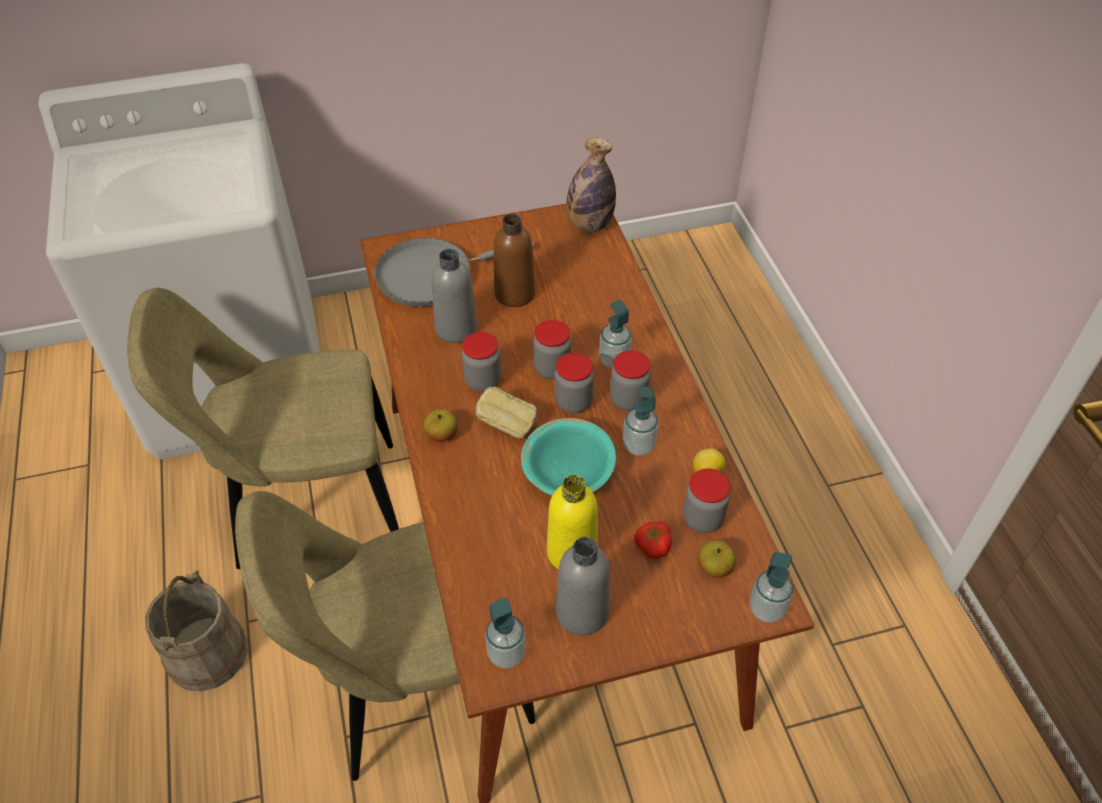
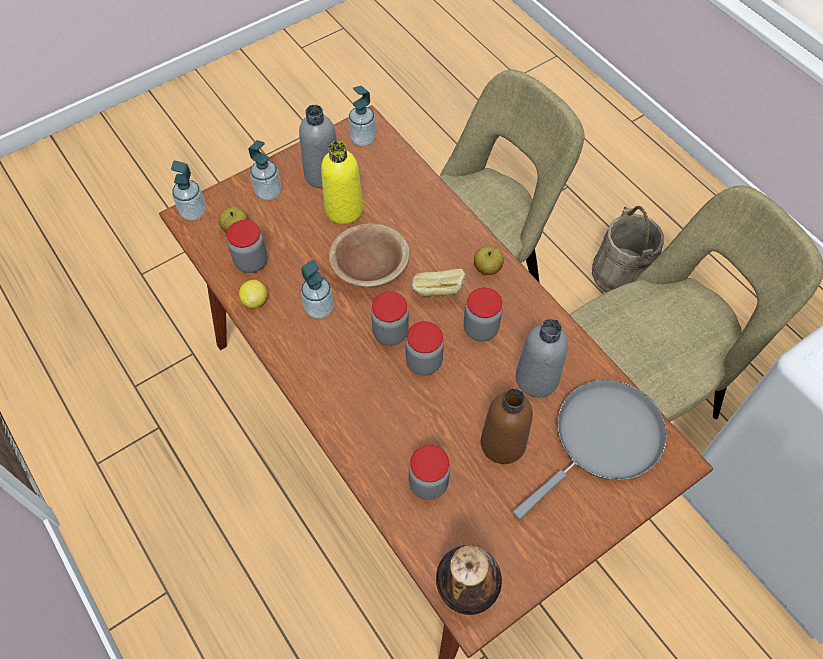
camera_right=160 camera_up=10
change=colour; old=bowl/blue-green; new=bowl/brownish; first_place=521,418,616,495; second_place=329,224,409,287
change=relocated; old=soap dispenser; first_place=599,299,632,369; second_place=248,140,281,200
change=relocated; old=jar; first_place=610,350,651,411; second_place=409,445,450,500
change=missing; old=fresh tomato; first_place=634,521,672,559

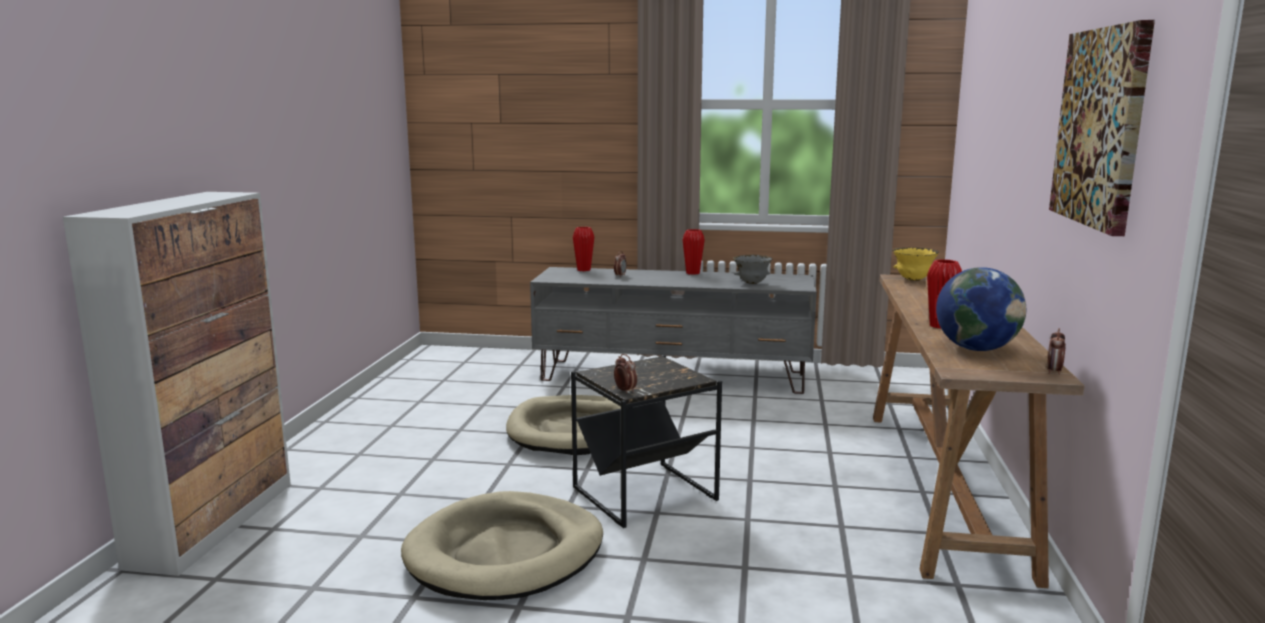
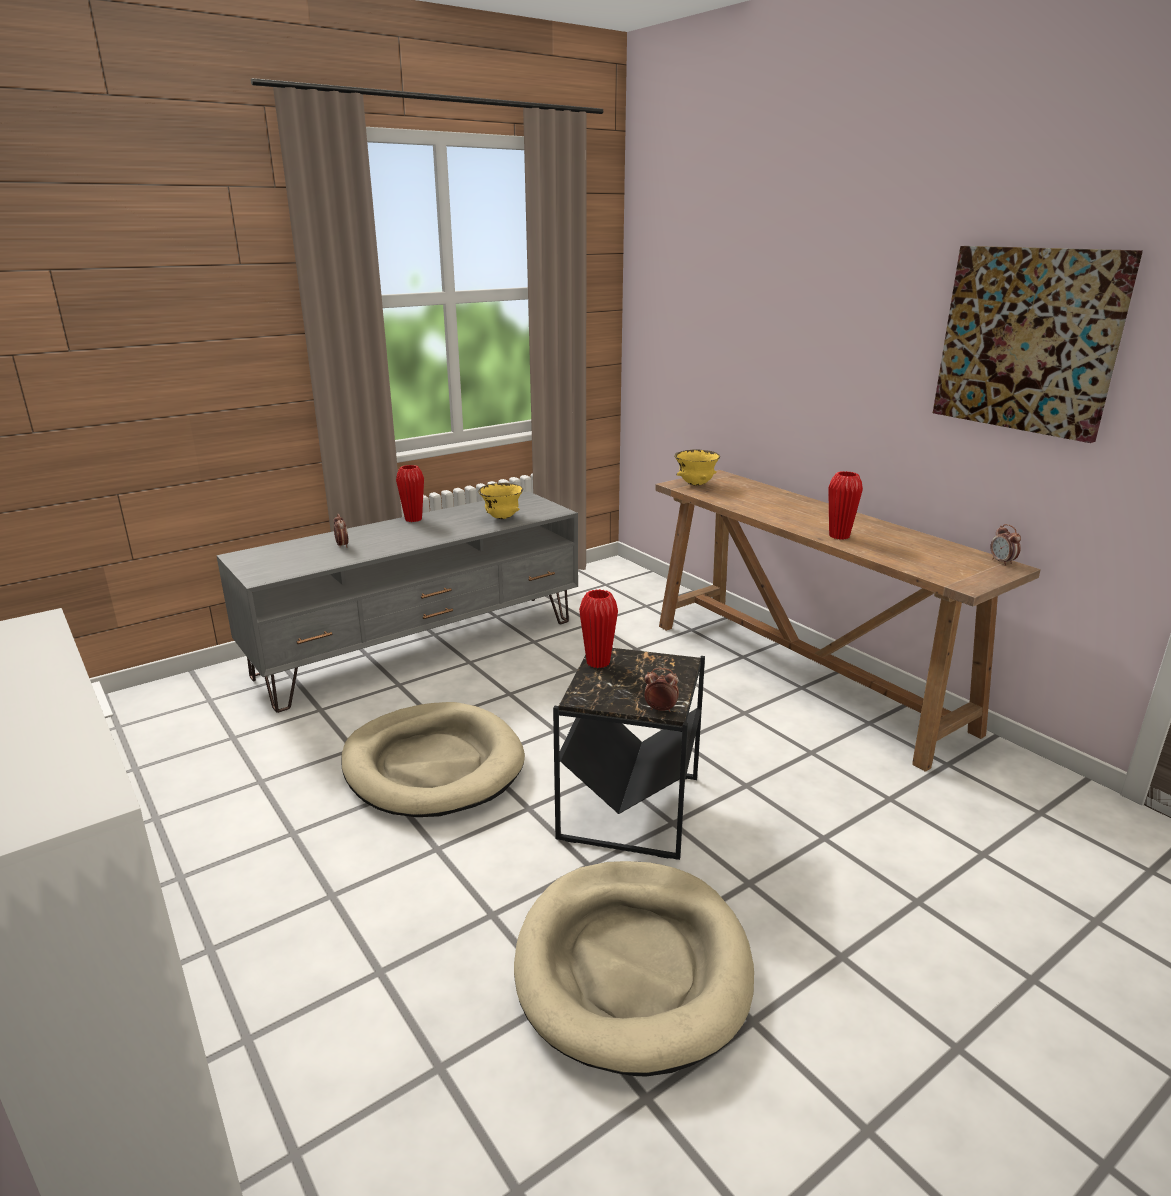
camera_right=-45 camera_up=10
change=relocated; old=vase/red-coloured; first_place=573,227,594,271; second_place=579,589,618,668
change=colour; old=bowl/greyish; new=bowl/yellow-coloured; first_place=733,255,772,284; second_place=478,483,523,519
change=missing; old=desk globe; first_place=936,267,1026,351

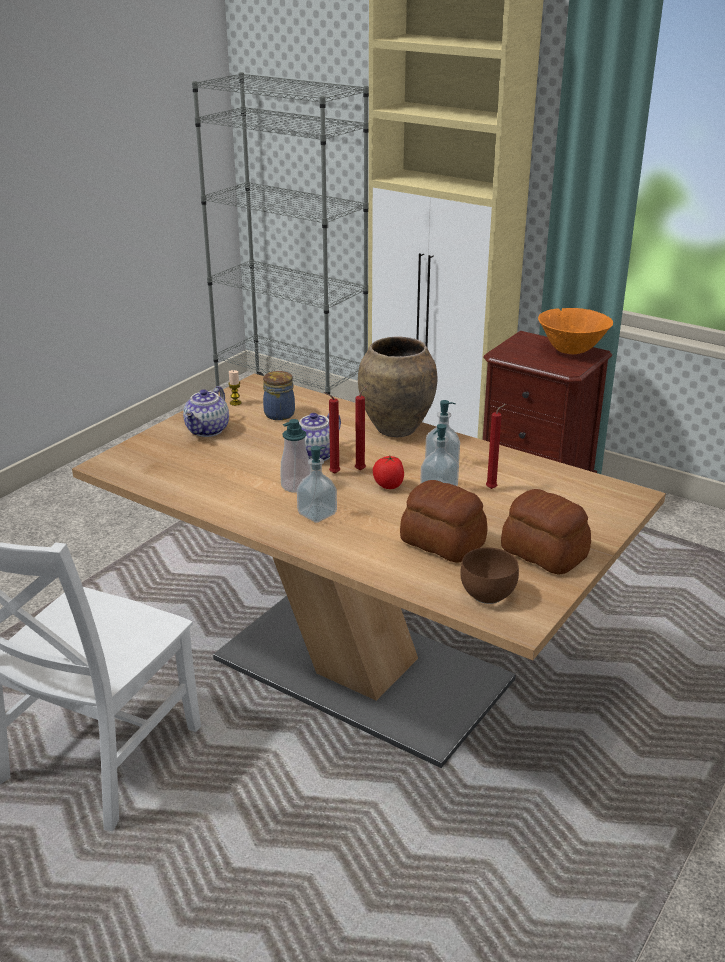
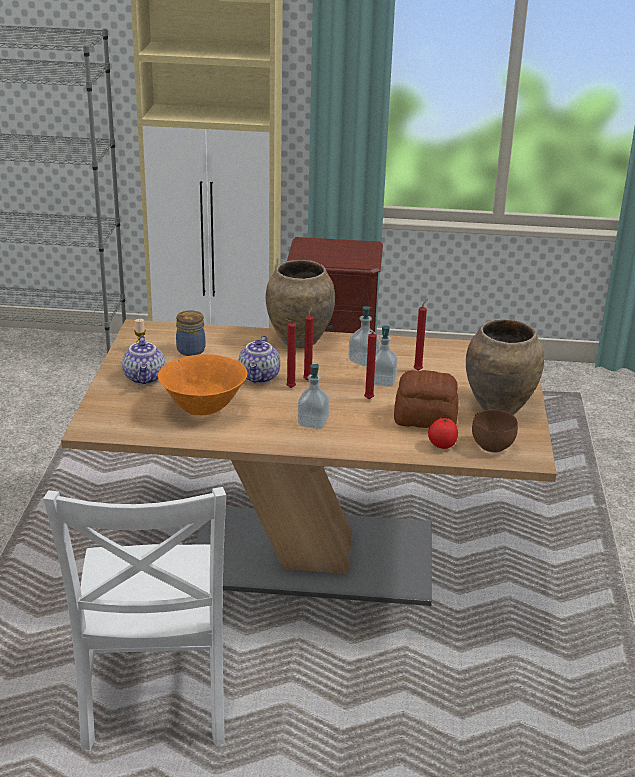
camera_right=-30 camera_up=0
change=missing; old=soap dispenser; first_place=280,419,311,493
change=relocated; old=fresh tomato; first_place=373,456,404,489; second_place=428,418,458,449
change=exchanged; old=bakery bread; new=vase/brownish; first_place=501,489,591,575; second_place=466,319,544,415
change=relocated; old=bowl/orange-coloured; first_place=538,308,613,354; second_place=158,354,248,415
change=appeared; new=wax light/red-coloured; second_place=364,331,377,399

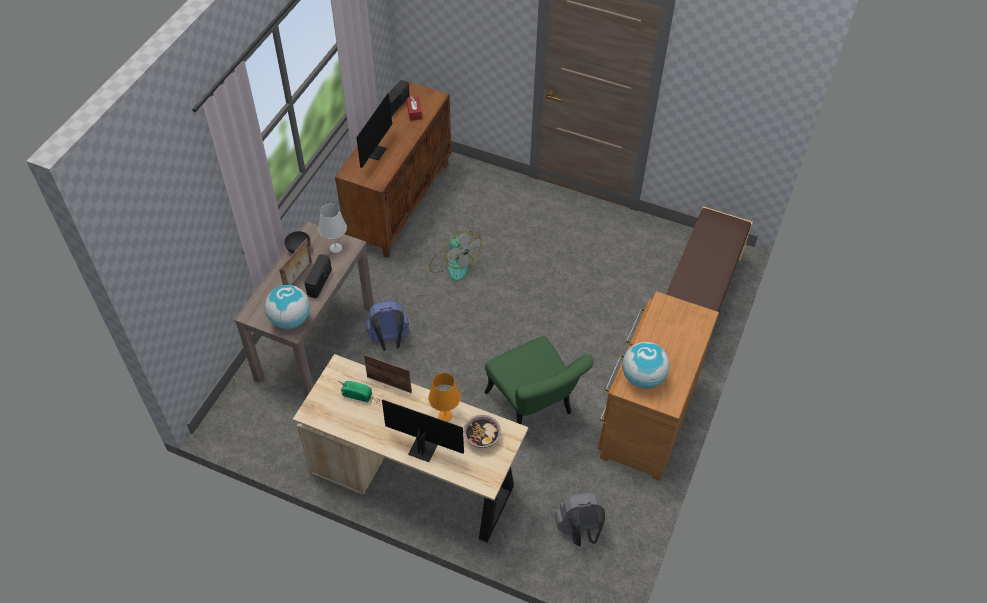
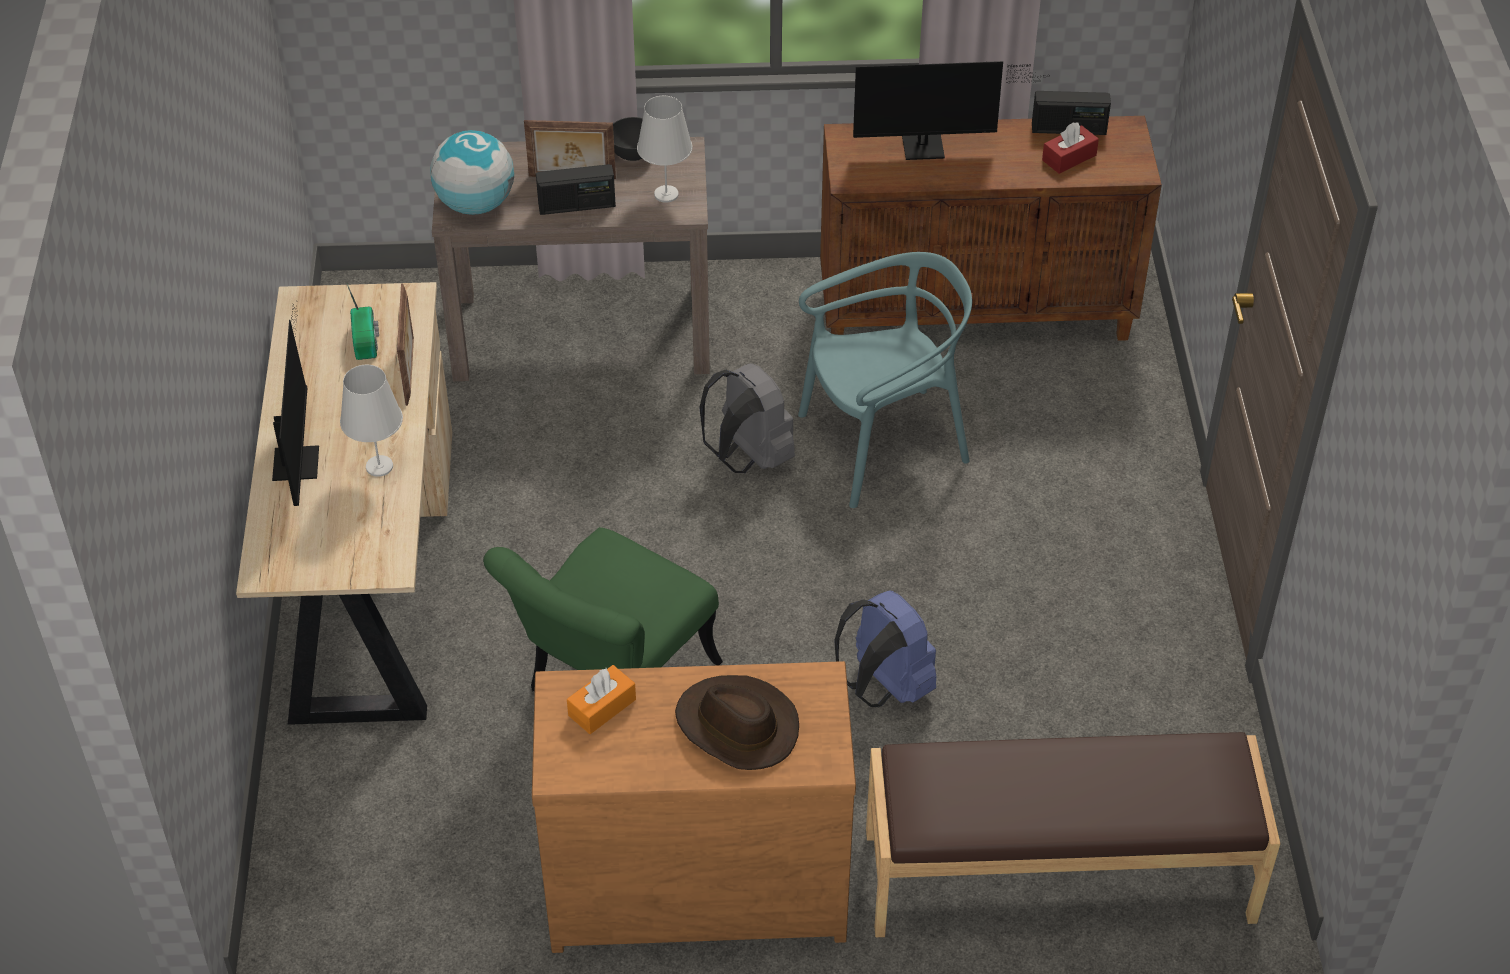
camera_right=65 camera_up=-5
change=relocated; old=backpack/bluish; first_place=366,301,409,351; second_place=834,590,936,707
change=colour; old=table lamp/orange-coloured; new=table lamp/white-coloured; first_place=428,373,460,422; second_place=340,365,403,477
change=exchanged; old=cooling fan; new=upright chair/blue-green; first_place=429,231,482,281; second_place=798,252,972,508
change=missing; old=bowl; first_place=463,415,501,448
change=relocated; old=backpack/greyish; first_place=555,492,605,546; second_place=699,363,795,473
change=exchanged; old=desk globe; new=tissue box/orange-coloured; first_place=622,342,670,389; second_place=567,665,636,734
change=appeared; new=hat/brownish; second_place=675,675,799,770

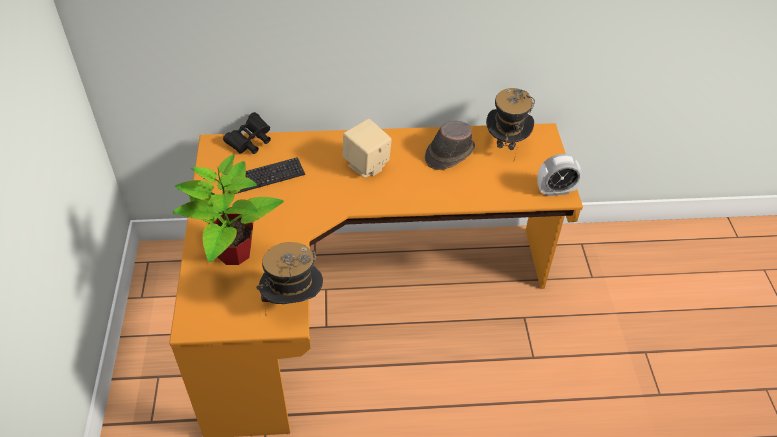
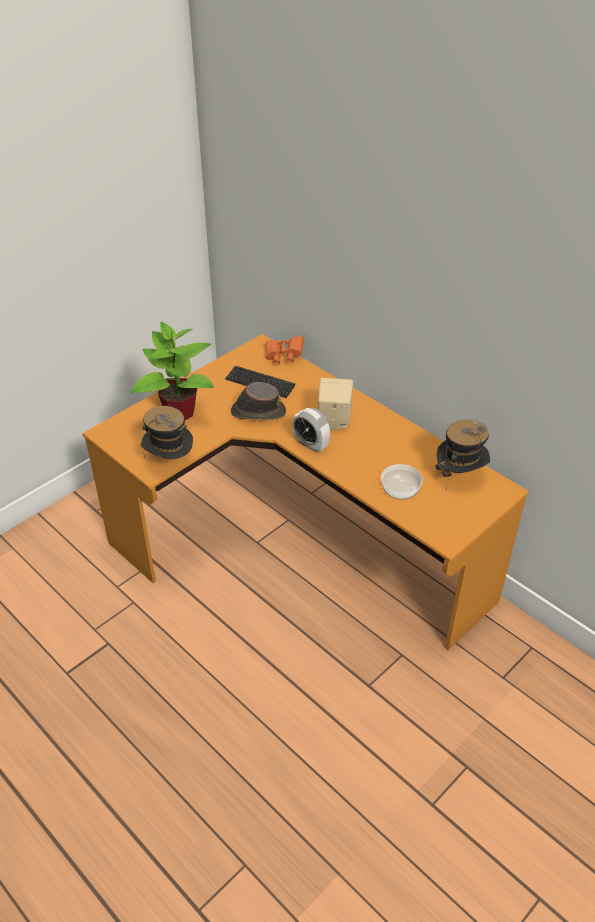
camera_right=50 camera_up=-5
change=colour; old=field glasses/blackish; new=field glasses/orange-coloured; first_place=223,112,271,154; second_place=265,336,304,365
change=relocated; old=hat/brownish; first_place=425,121,475,170; second_place=231,382,286,420
change=relocated; old=bedside clock; first_place=537,154,582,196; second_place=293,408,330,452
change=appeared; new=bowl; second_place=381,464,423,499

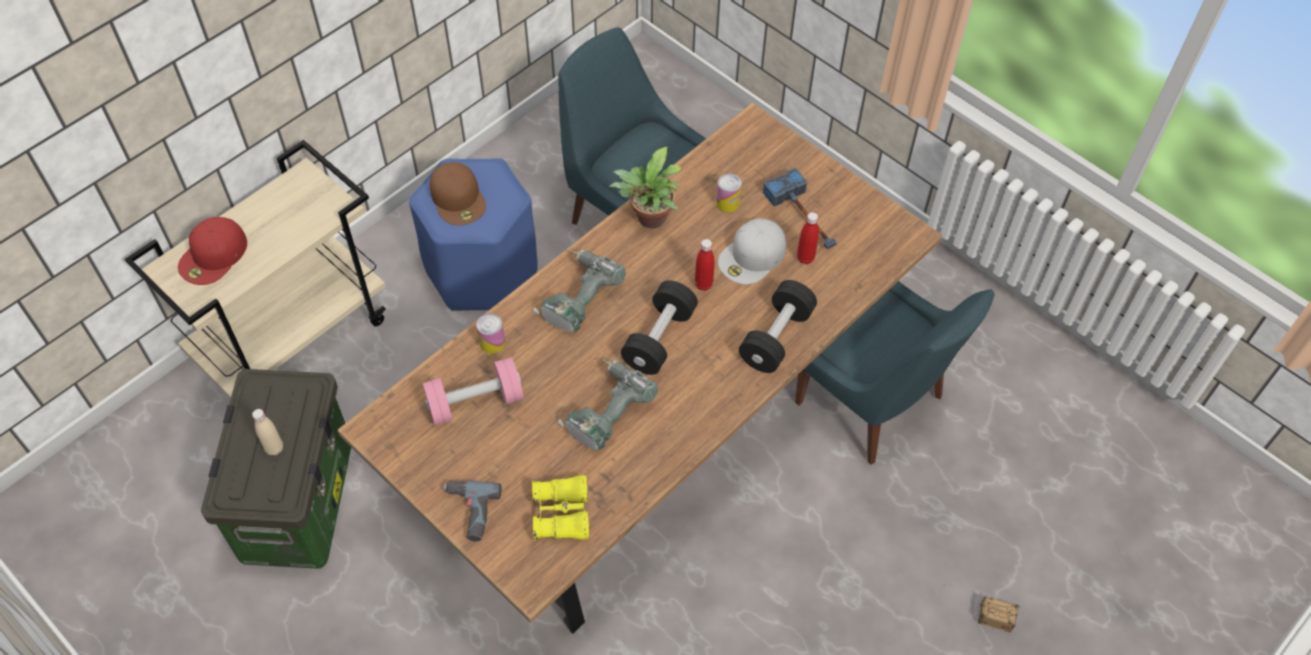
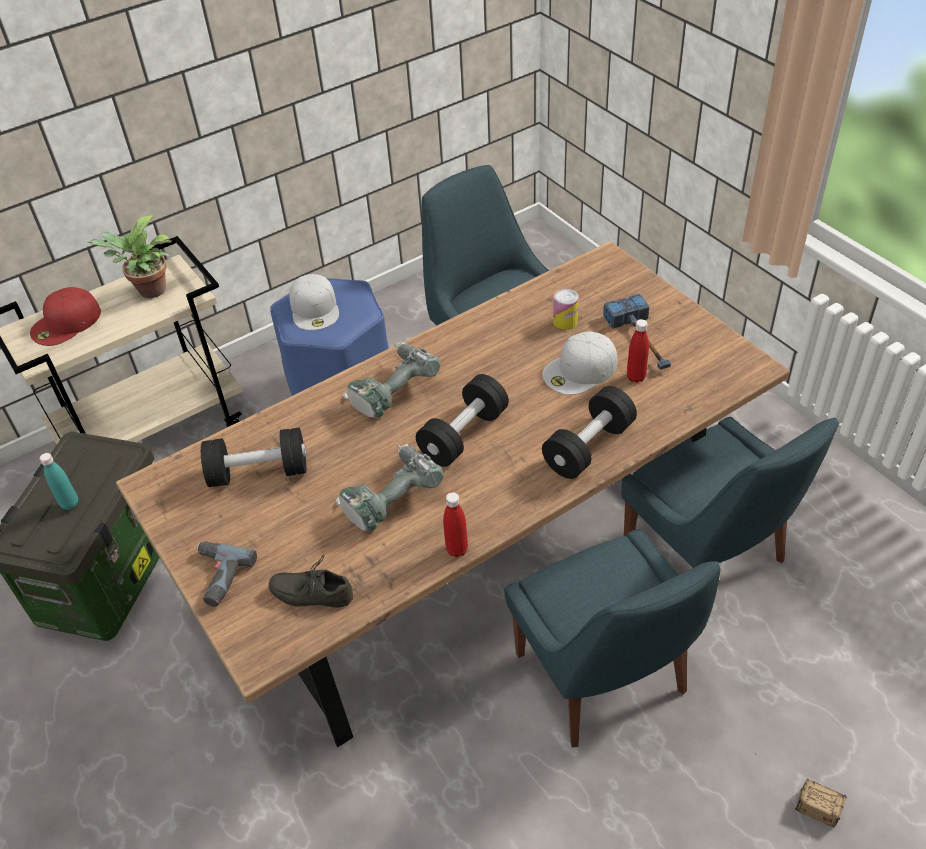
camera_right=15 camera_up=-10
change=colour; old=beverage bottle/beige; new=beverage bottle/blue-green; first_place=252,409,283,455; second_place=39,453,78,510
change=colour; old=dumbbell/pinkish; new=dumbbell/blackish; first_place=422,357,524,426; second_place=201,428,306,487
change=colour; old=baseball cap/brownish; new=baseball cap/white-coloured; first_place=430,162,486,225; second_place=289,274,339,330
change=missing; old=can; first_place=476,313,505,354
change=exchanged; old=field glasses/yellow-coloured; new=item of footwear/greyish; first_place=532,475,589,541; second_place=268,556,354,608
change=relocated; old=potted plant; first_place=609,147,682,228; second_place=88,215,172,298
change=relocated; old=beverage bottle/red-coloured; first_place=695,239,715,291; second_place=443,492,468,557
change=appeared; new=upright chair/bluish; second_place=504,529,721,747

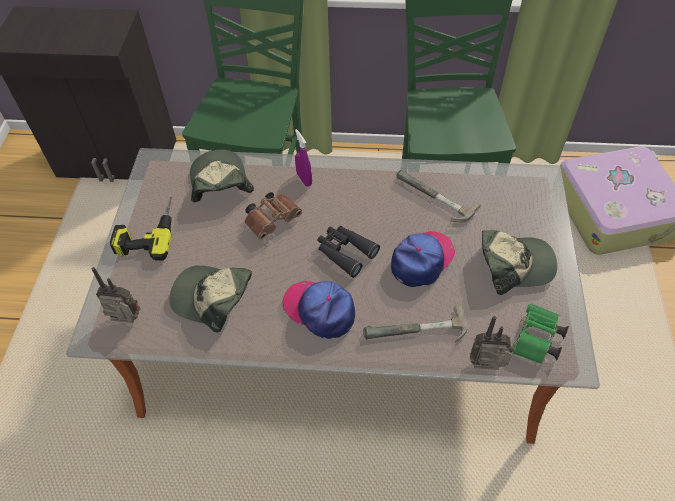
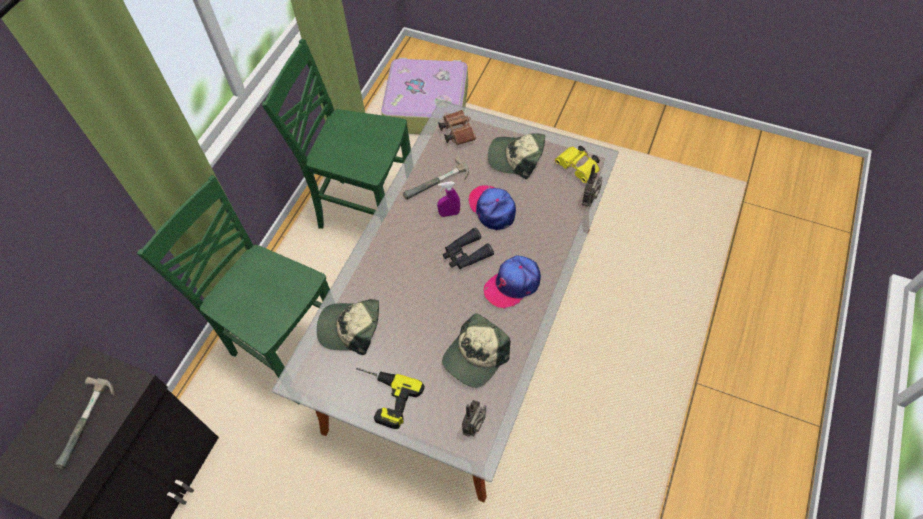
camera_right=-70 camera_up=5
change=relocated; old=field glasses/brownish; first_place=244,192,302,240; second_place=438,110,476,145
change=relocated; old=spray bottle/purple-coloured; first_place=295,129,312,187; second_place=437,182,460,217
change=relocated; old=tool hammer; first_place=363,305,468,343; second_place=55,377,114,469
change=spun; old=baseball cap; first_place=482,230,557,295; second_place=488,133,545,179; degrees=-90
change=colour; old=field glasses/green; new=field glasses/yellow-coloured; first_place=512,303,569,364; second_place=555,146,600,183

